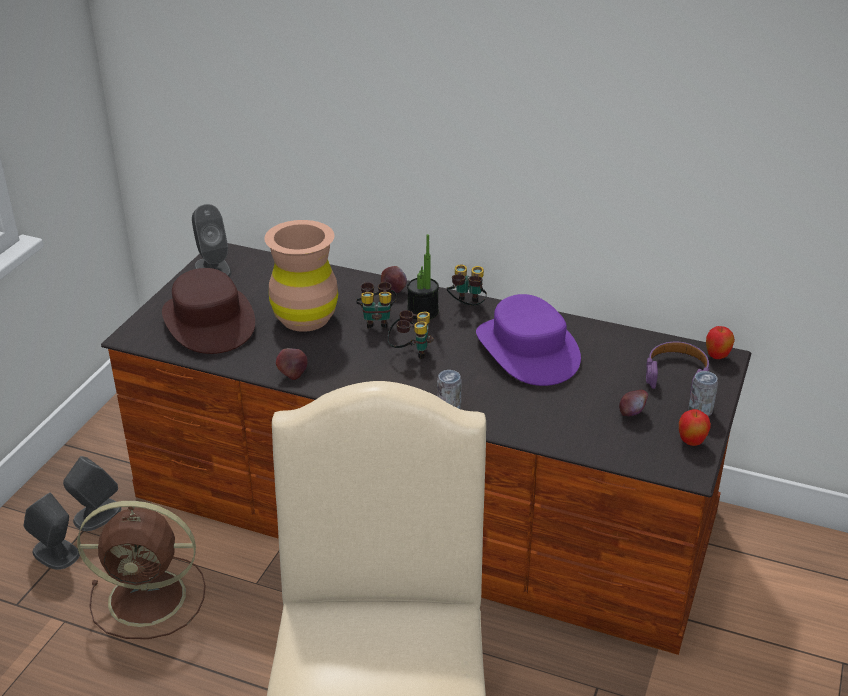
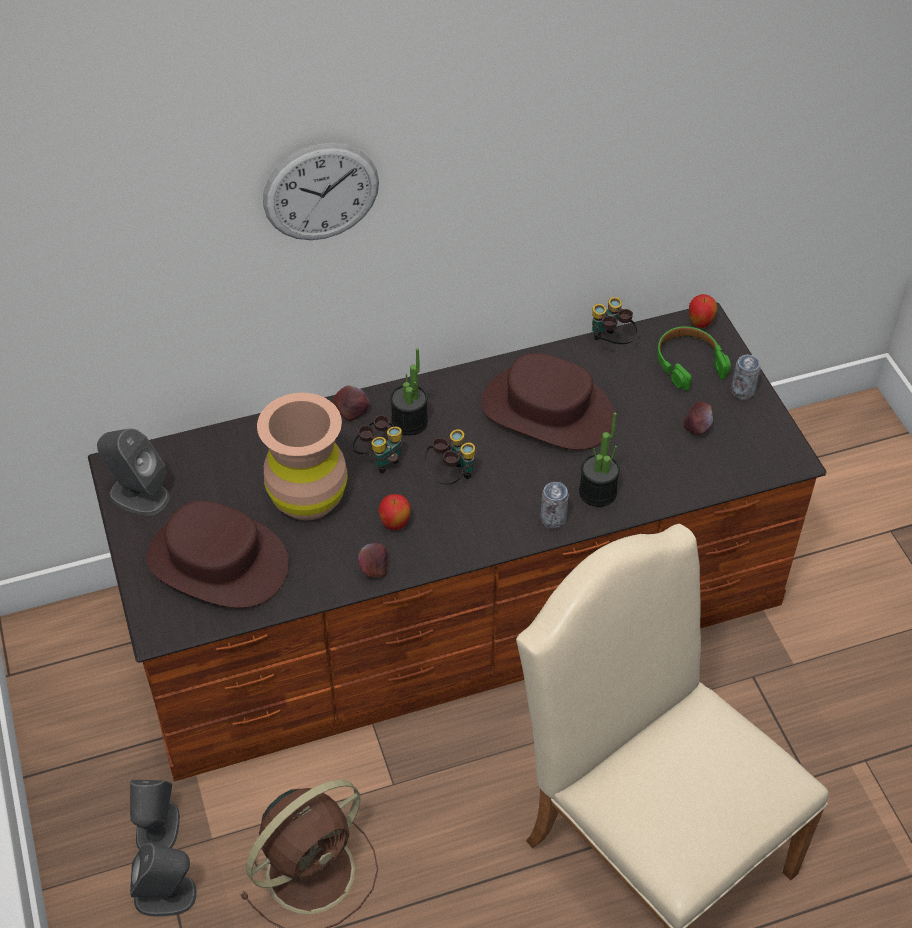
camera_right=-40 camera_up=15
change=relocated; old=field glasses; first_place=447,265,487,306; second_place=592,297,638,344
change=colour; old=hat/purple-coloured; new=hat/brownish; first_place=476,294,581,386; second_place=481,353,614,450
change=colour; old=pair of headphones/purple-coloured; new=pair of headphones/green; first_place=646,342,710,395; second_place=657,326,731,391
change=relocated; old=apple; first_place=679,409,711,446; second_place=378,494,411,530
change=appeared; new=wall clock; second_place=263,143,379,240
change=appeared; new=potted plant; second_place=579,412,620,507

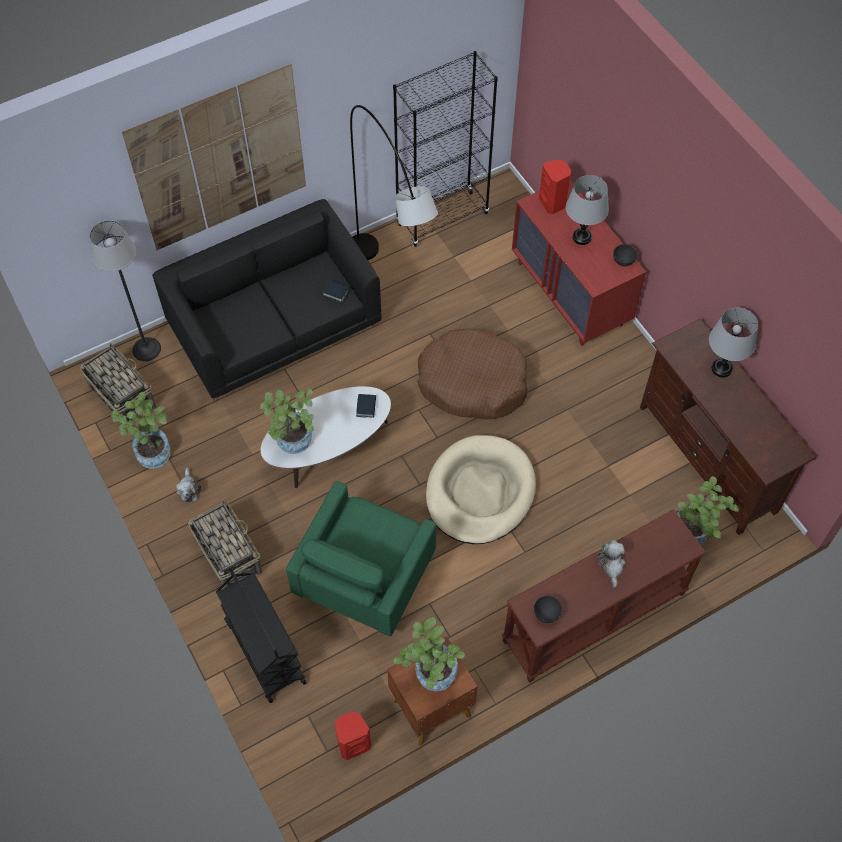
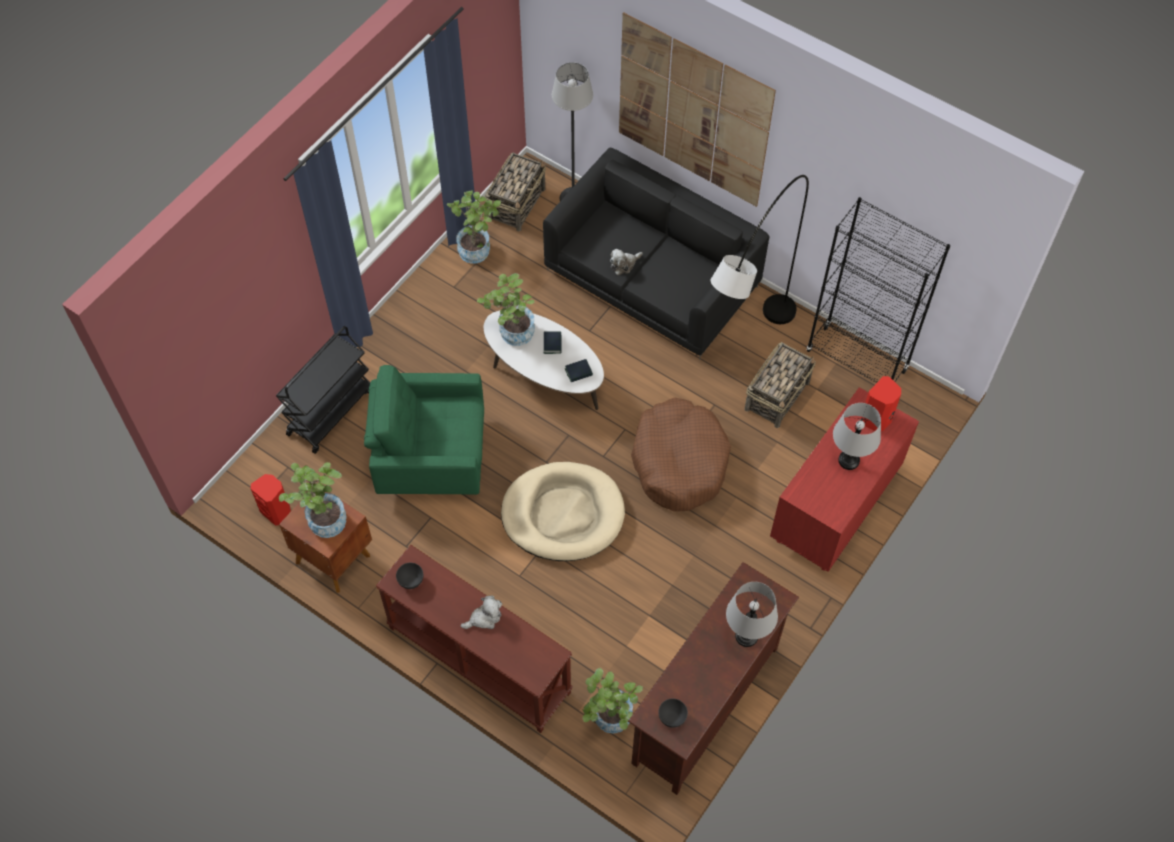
camera_right=65 camera_up=0
change=relocated; old=soft toy; first_place=176,467,201,502; second_place=610,249,643,275
change=relocated; old=household basket; first_place=188,500,262,588; second_place=745,342,816,428
change=relocated; old=bound book; first_place=323,280,349,303; second_place=544,331,561,354
change=relocated; old=bowl/greyish; first_place=613,244,637,266; second_place=659,698,688,728

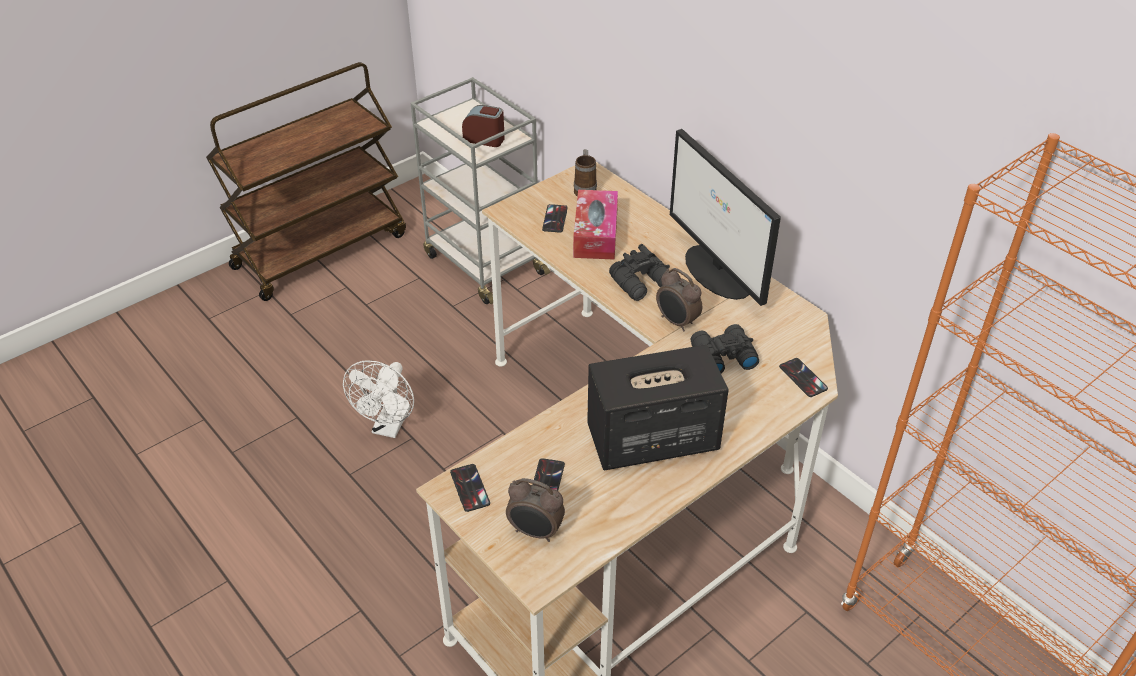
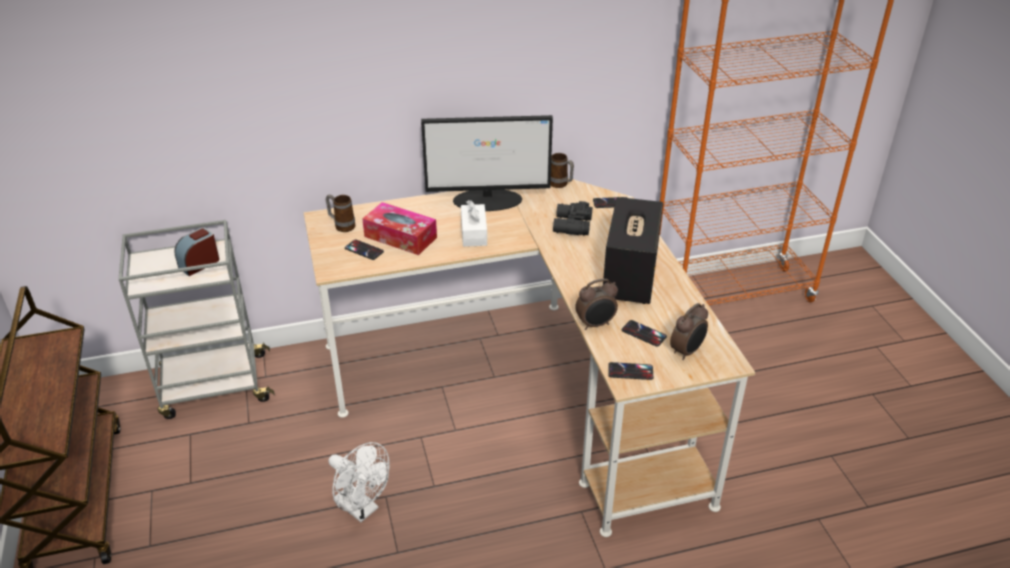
camera_right=-65 camera_up=-5
change=exchanged; old=field glasses/blackish; new=tissue box/white-coloured; first_place=609,244,670,301; second_place=461,200,487,247
change=relocated; old=bedside clock; first_place=656,268,702,332; second_place=575,279,618,330
change=appeared; new=coffee mug; second_place=550,153,574,188

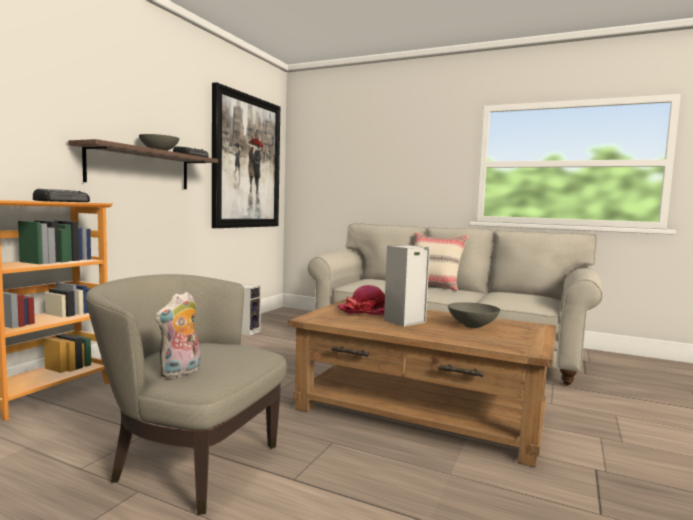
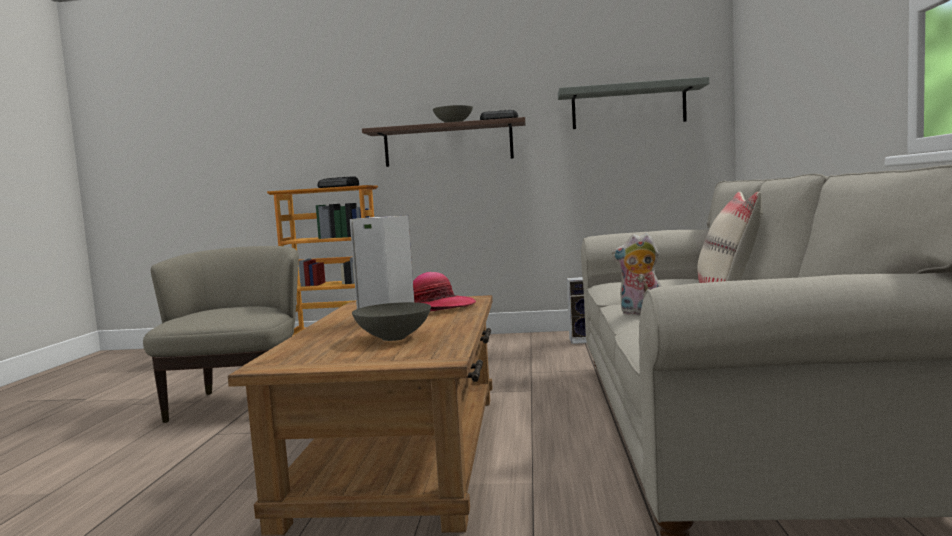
camera_right=70 camera_up=0
change=relocated; old=soft toy; first_place=155,291,201,378; second_place=612,233,662,315
change=exchanged; old=picture; new=wall shelf/greyish; first_place=212,82,280,228; second_place=558,77,709,129

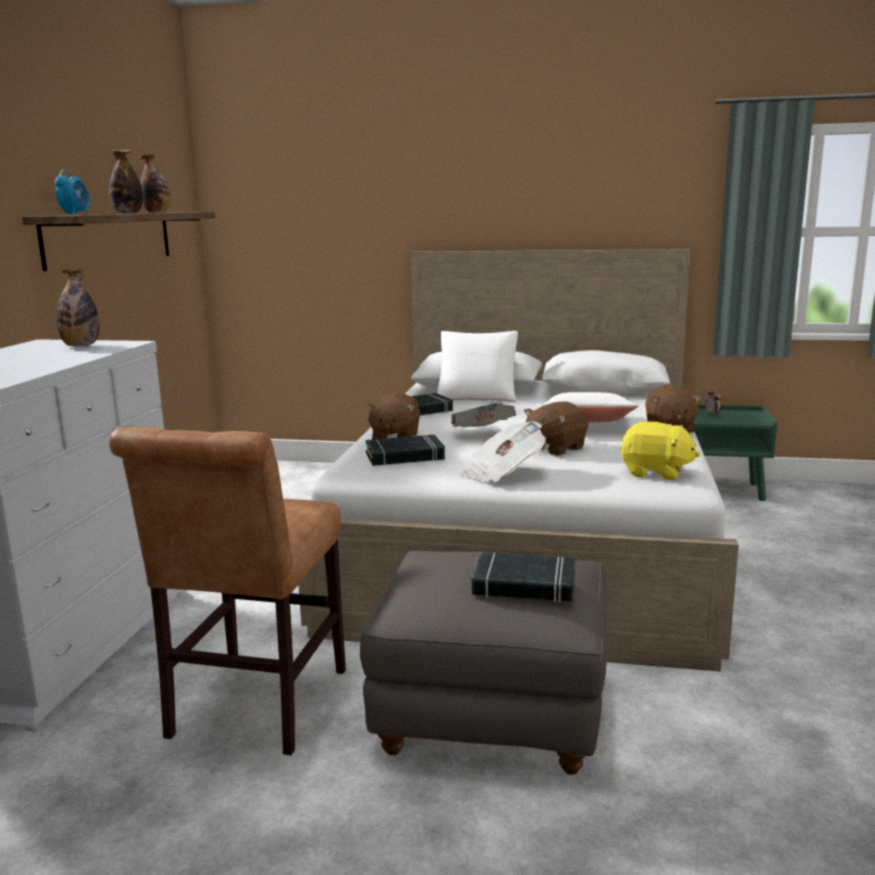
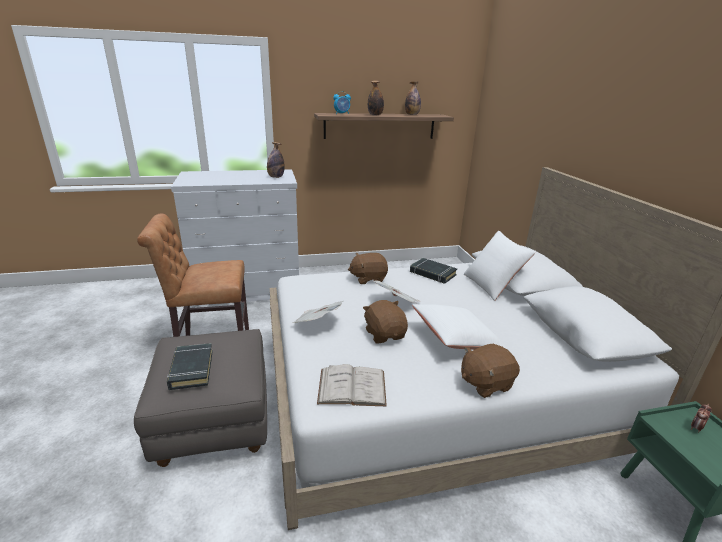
camera_right=65 camera_up=10
change=missing; old=bound book/blackish; first_place=365,435,445,466
change=spun; old=soft toy/brownish; first_place=524,402,588,456; second_place=363,300,408,343; degrees=45
change=exchanged; old=soft toy/yellow-coloured; new=bound book/white-coloured; first_place=620,421,700,480; second_place=317,364,387,406

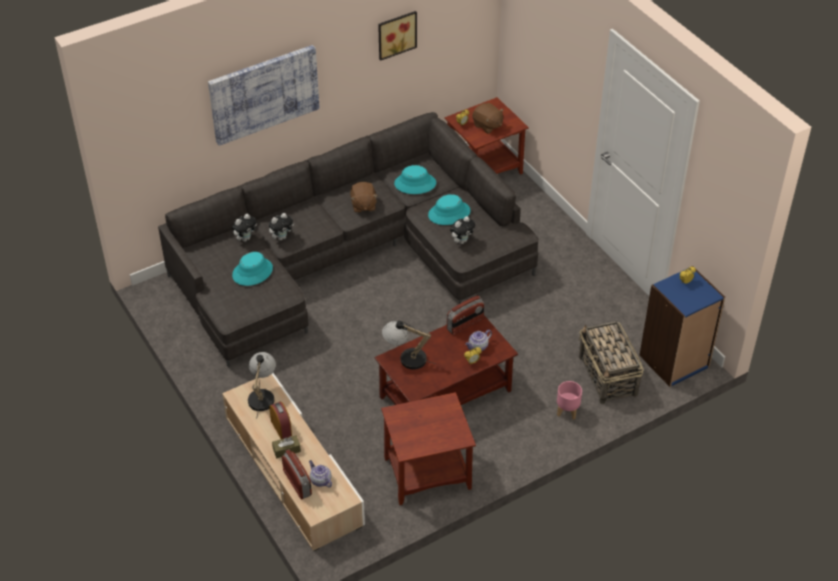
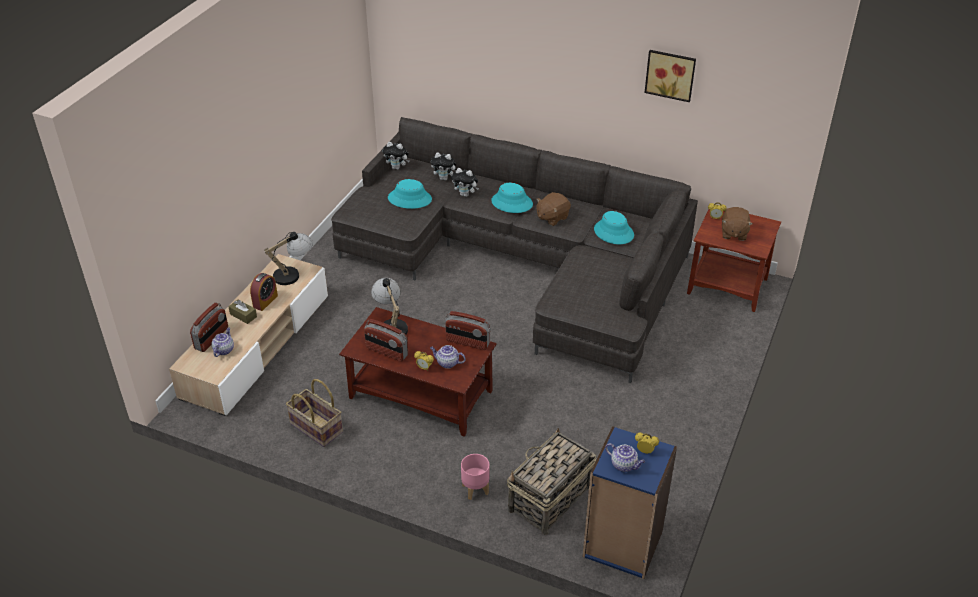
camera_right=55 camera_up=-5
change=missing; old=picture; first_place=208,45,320,146
change=exchanged; old=side table/brownish; new=household basket; first_place=381,392,476,505; second_place=286,379,343,447
change=relocated; old=hat/blue-green; first_place=428,194,470,225; second_place=491,183,533,213
change=relocated; old=soft toy; first_place=450,216,475,244; second_place=383,142,410,170
change=appeared; new=radio; second_place=364,319,408,362
change=appeared; new=tea pot; second_place=605,443,645,472

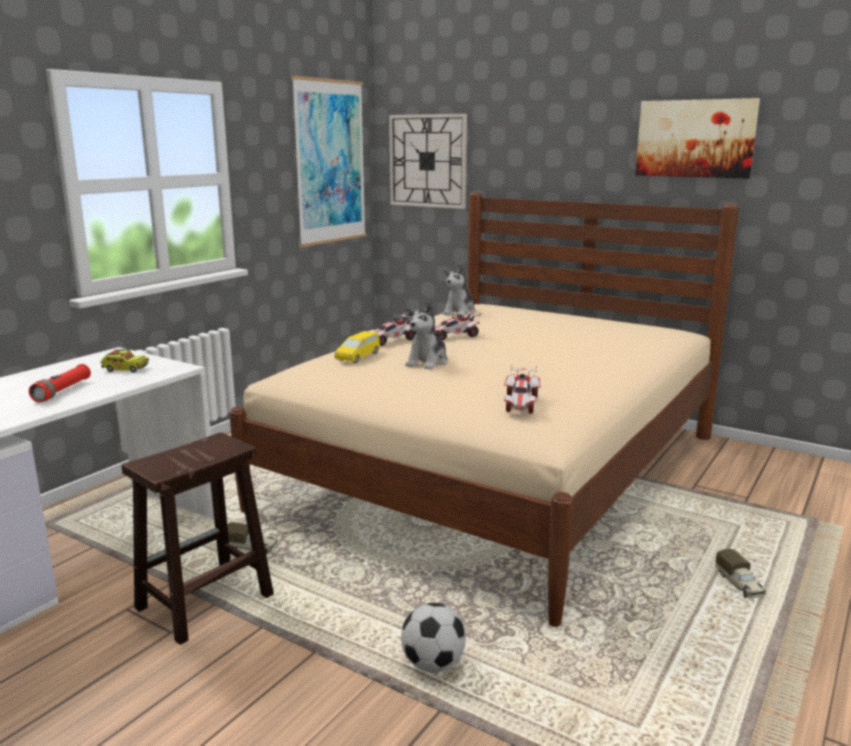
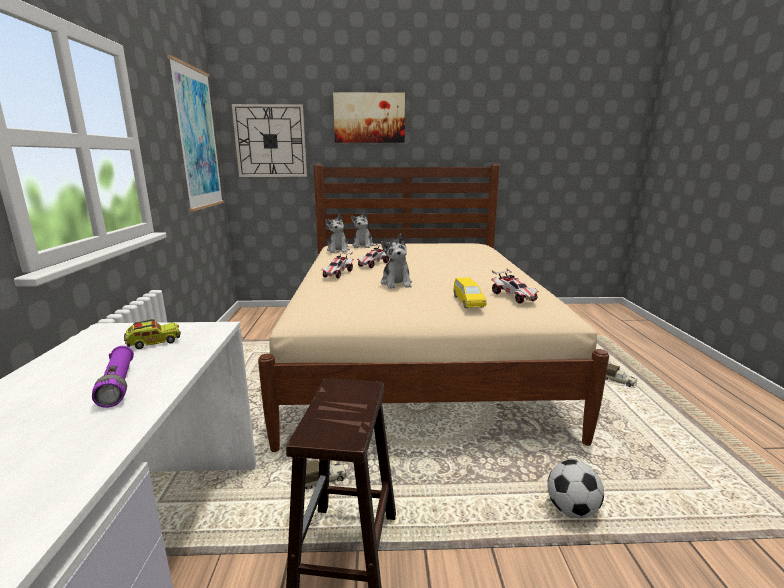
camera_right=-35 camera_up=0
change=colour; old=hand torch/red-coloured; new=hand torch/purple-coloured; first_place=29,364,91,402; second_place=92,346,134,408
change=relocated; old=miniature car/yellow-coloured; first_place=335,331,380,363; second_place=453,278,487,308
change=relocated; old=picture; first_place=635,98,760,178; second_place=333,92,405,143
change=appeared; new=soft toy; second_place=351,211,374,248

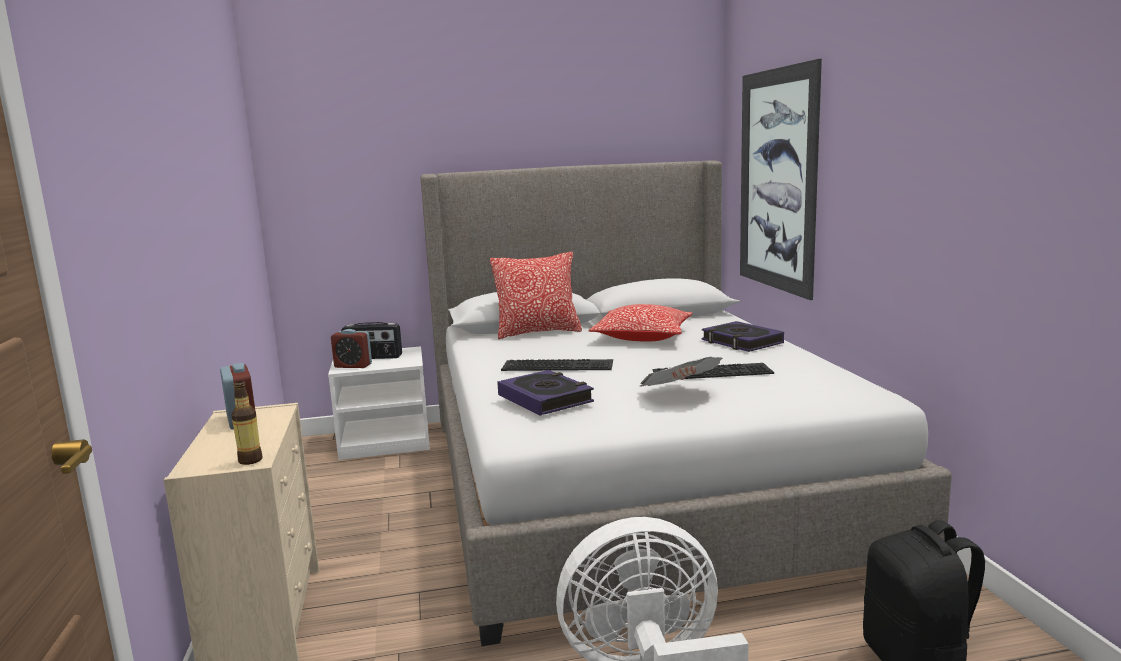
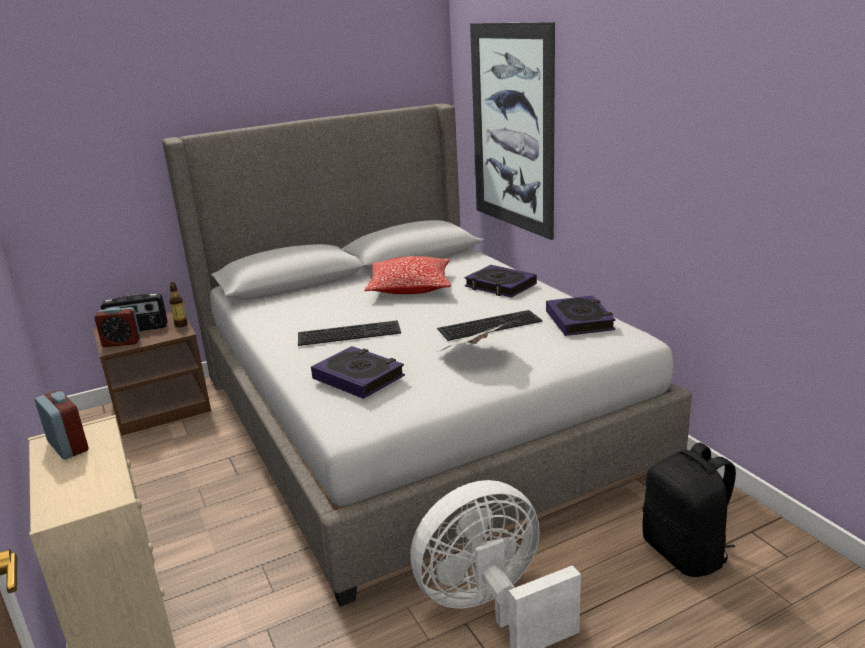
camera_right=-15 camera_up=10
change=relocated; old=beverage bottle; first_place=232,381,263,465; second_place=169,282,187,327
change=colour; old=nightstand/white-coloured; new=nightstand/brownish; first_place=328,346,430,460; second_place=93,312,211,436
change=missing; old=throw pillow; first_place=490,252,582,339
change=appeared; new=bound book; second_place=546,296,616,336

